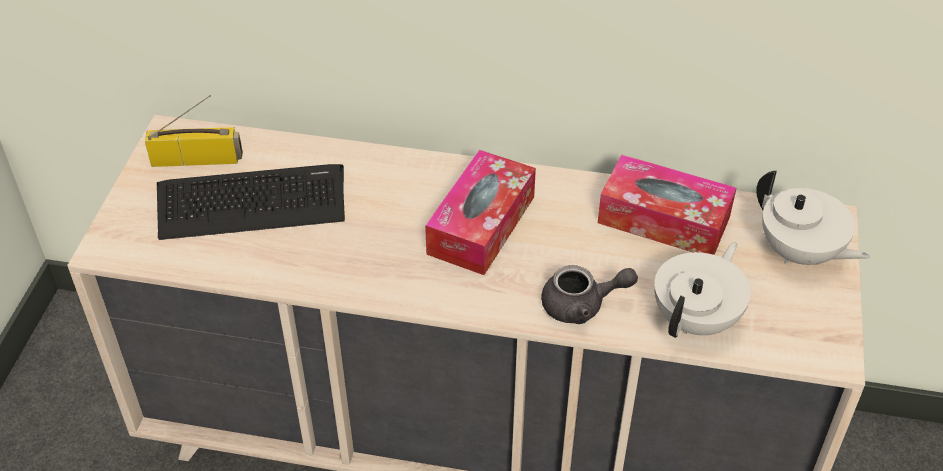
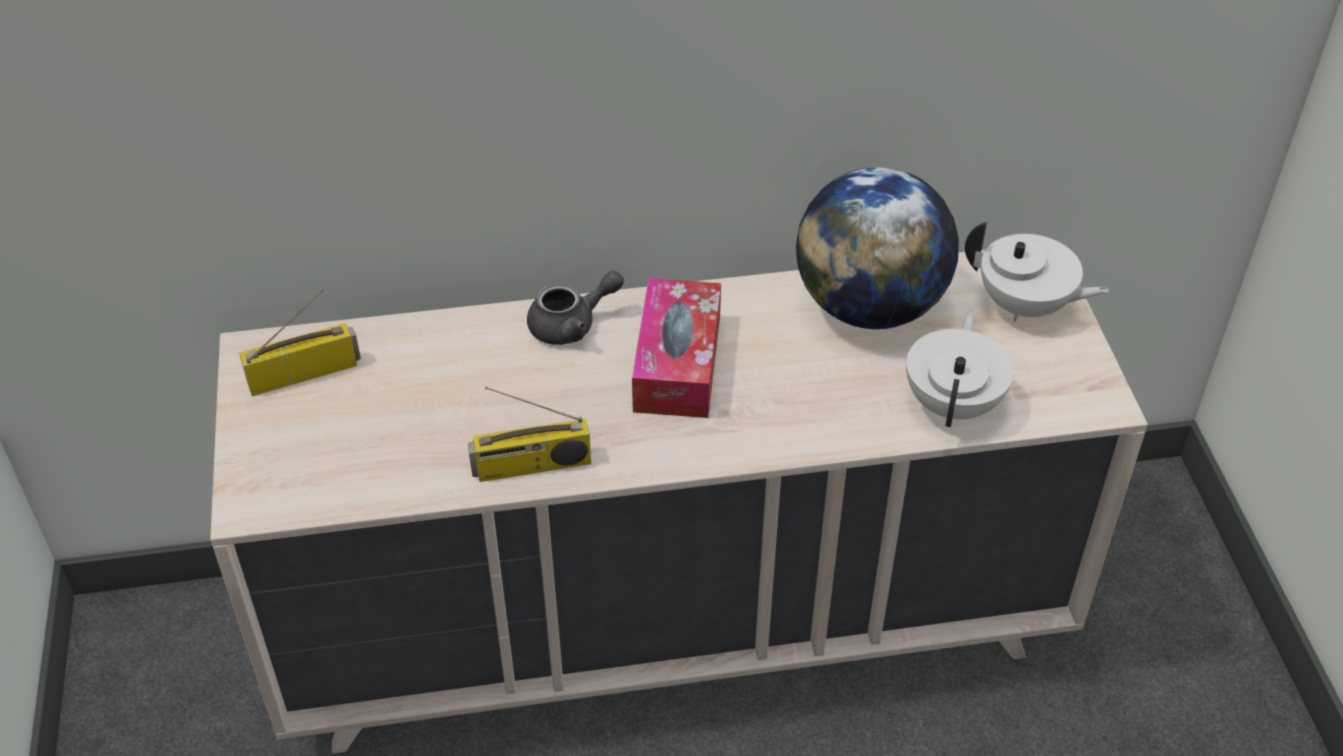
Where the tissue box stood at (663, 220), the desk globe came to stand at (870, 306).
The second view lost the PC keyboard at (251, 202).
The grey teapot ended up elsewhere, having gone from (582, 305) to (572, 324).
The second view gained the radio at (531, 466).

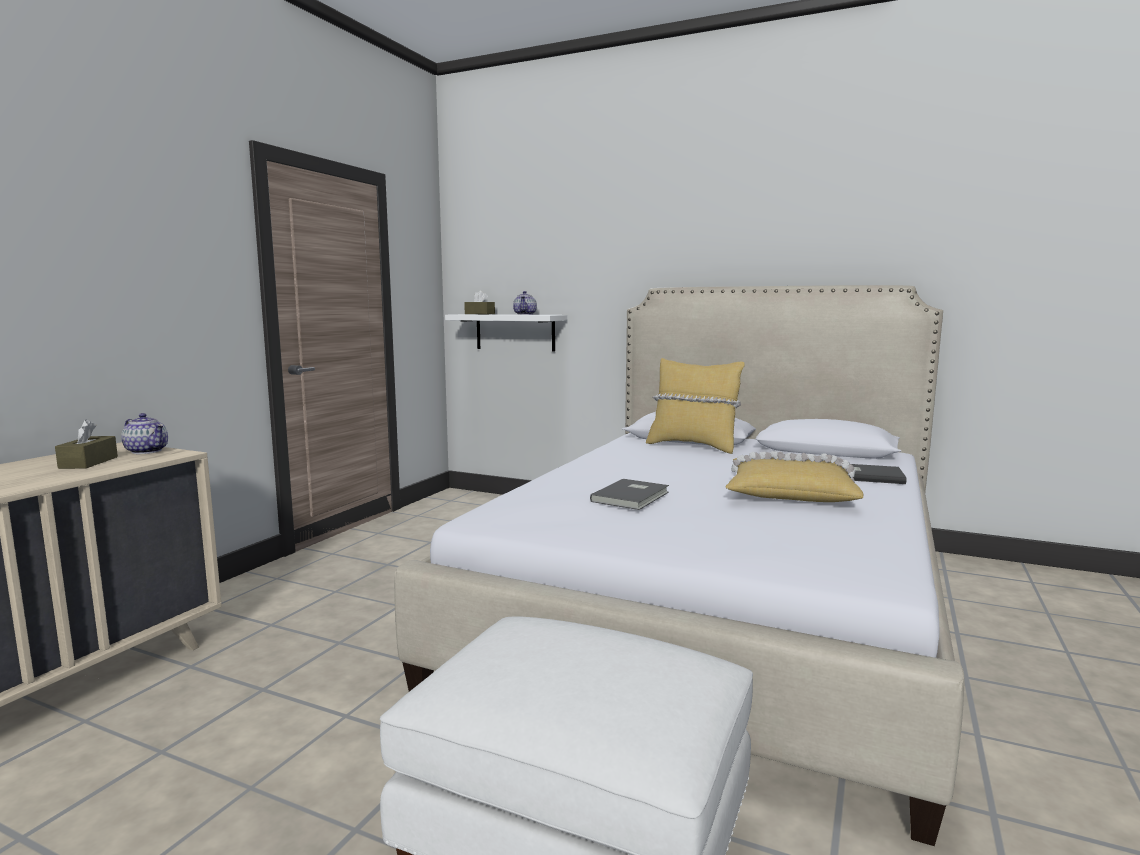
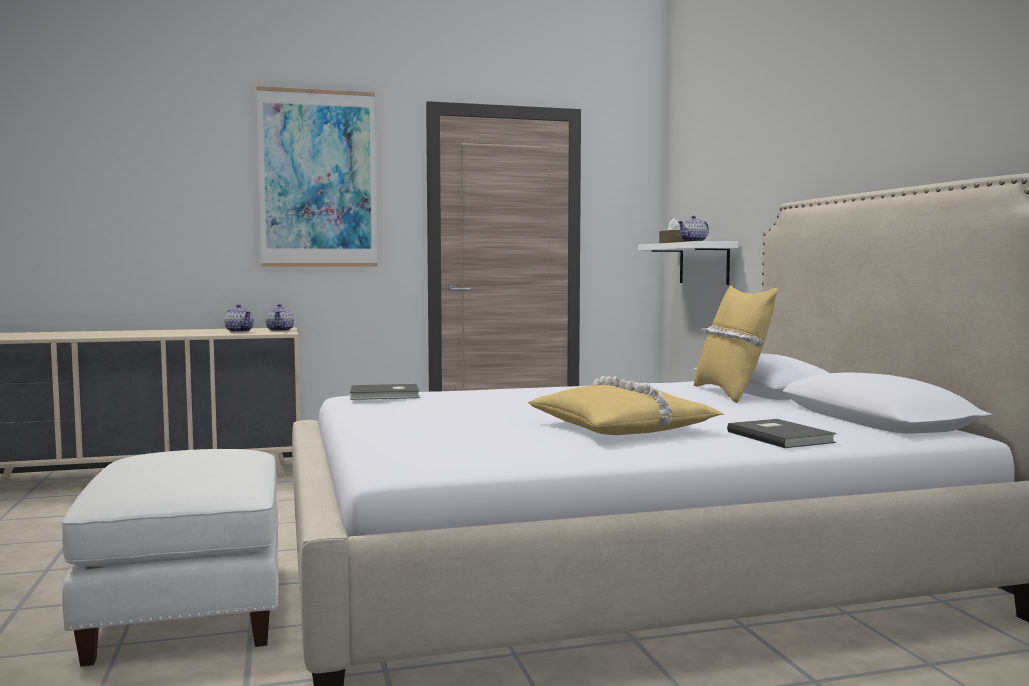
Where the brownish tissue box stood at (88, 462), the teapot came to stand at (239, 331).
The grey book ended up elsewhere, having gone from (632, 497) to (385, 395).
The second view gained the picture at (318, 179).

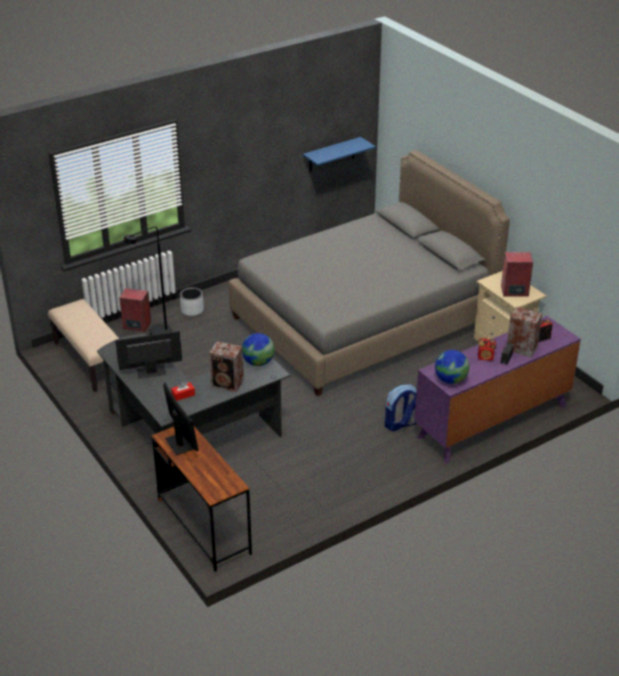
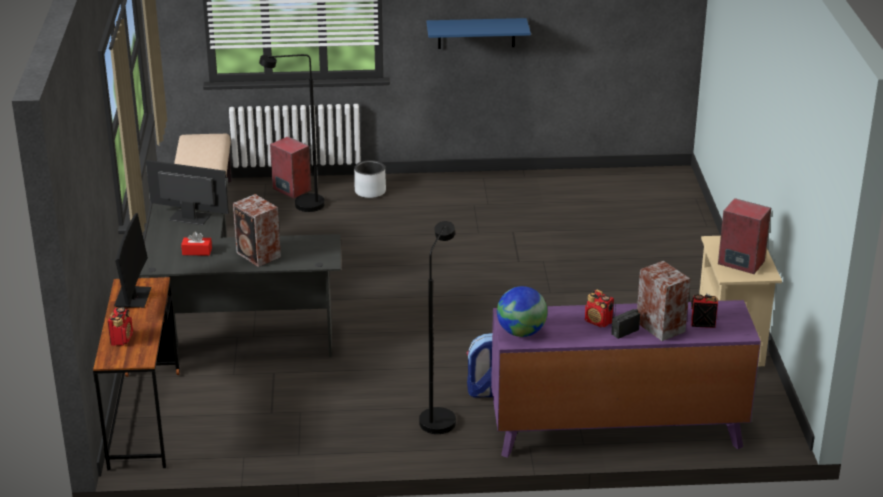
The blue-coloured bracket shelf ended up elsewhere, having gone from (332, 154) to (476, 33).
The second view lost the grey bedroom bed at (363, 320).
The second view lost the desk globe at (258, 362).
The second view gained the blackish standard lamp at (439, 416).
The second view gained the radio at (122, 339).

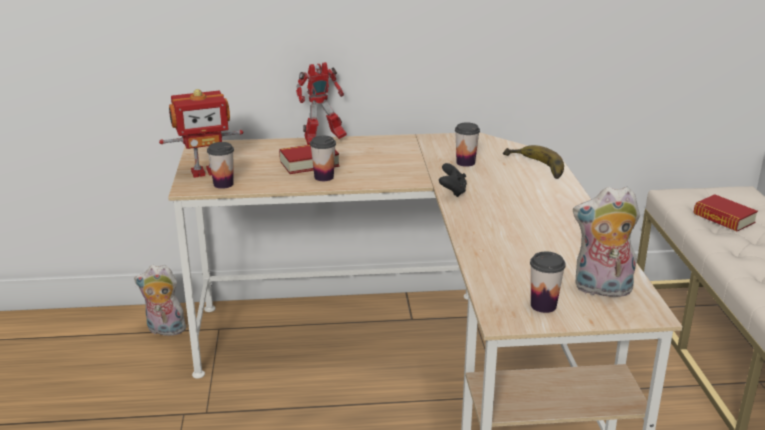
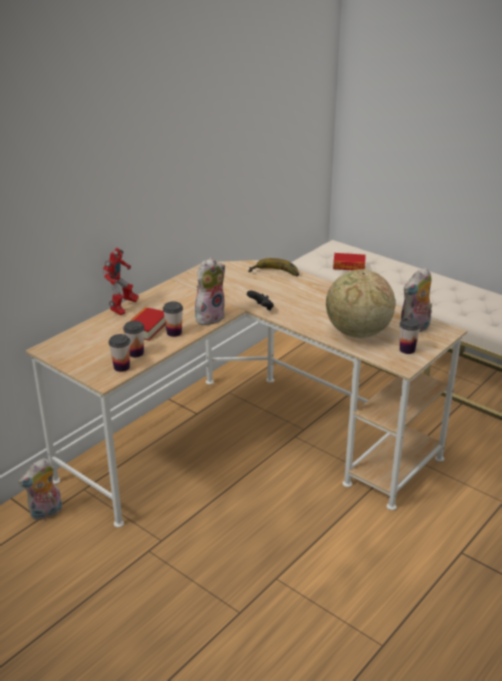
The second view lost the model robot at (205, 171).
The cup ended up elsewhere, having gone from (465, 162) to (136, 353).
The second view gained the plush toy at (209, 317).
The second view gained the desk globe at (357, 333).

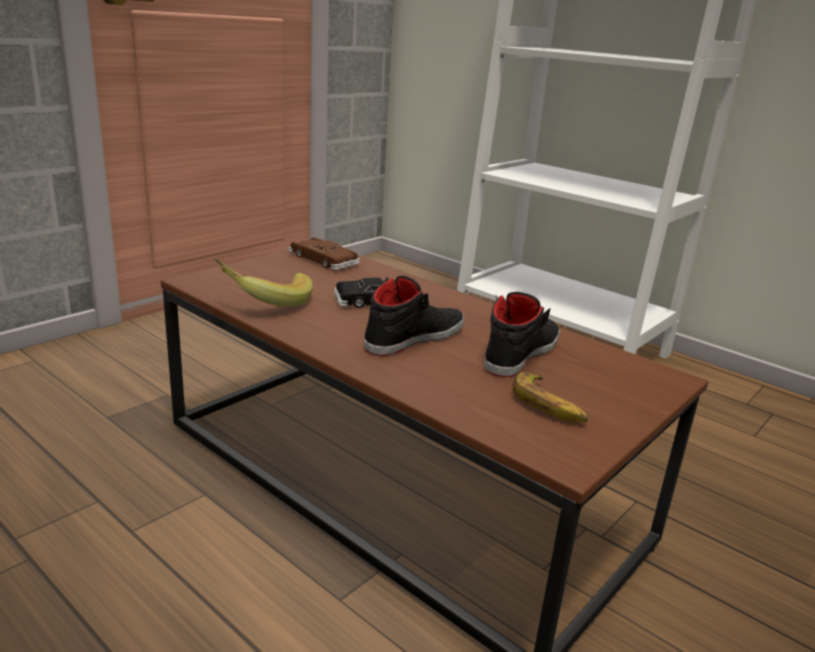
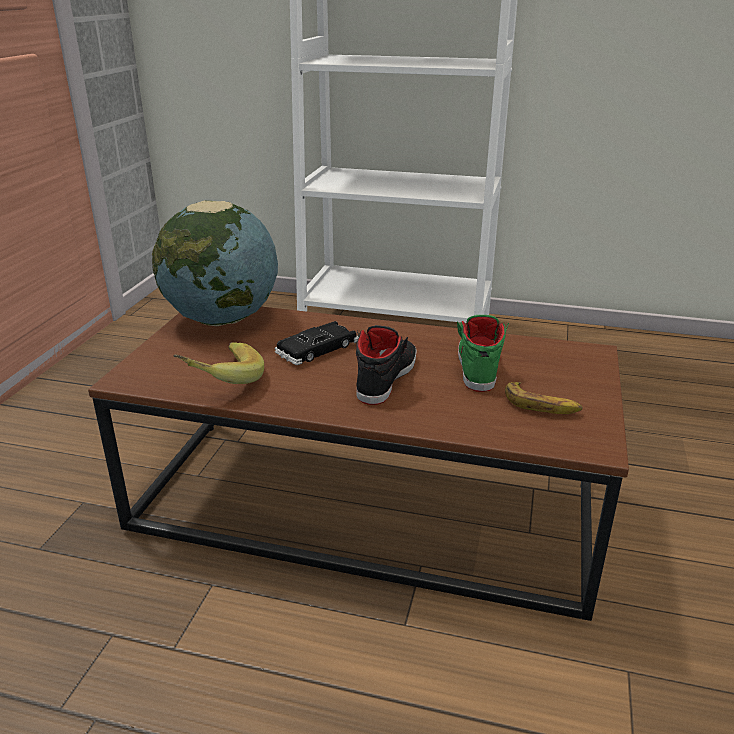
Where the brownish toy car stood at (323, 260), the desk globe came to stand at (222, 319).
What was the blackish item of footwear at (520, 353) turned into the green-coloured item of footwear at (477, 364).

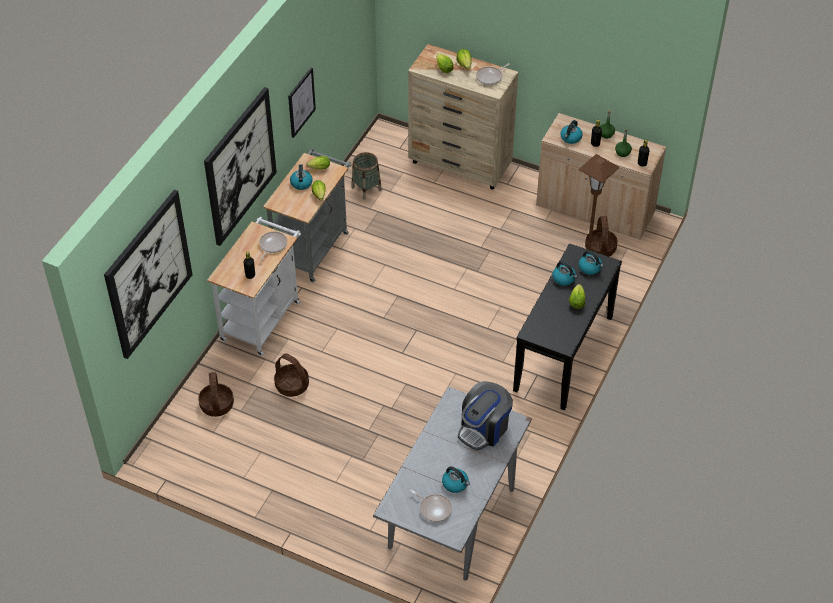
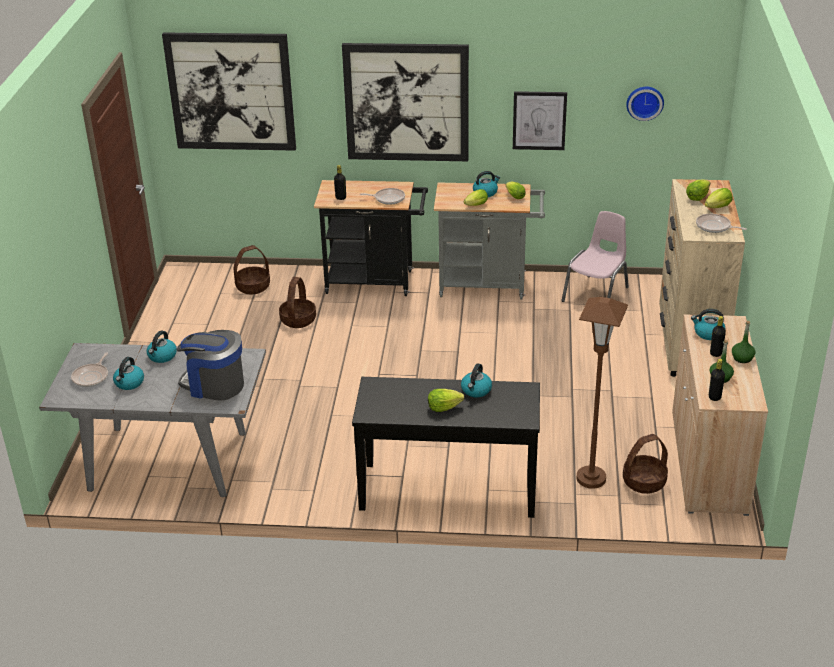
Where the household basket stood at (366, 188), the pink-coloured plain chair came to stand at (596, 294).
What was the white trolley at (263, 317) turned into the blackish trolley at (375, 282).
The kettle ended up elsewhere, having gone from (590, 268) to (162, 356).
The second view gained the clock on the wall at (644, 102).

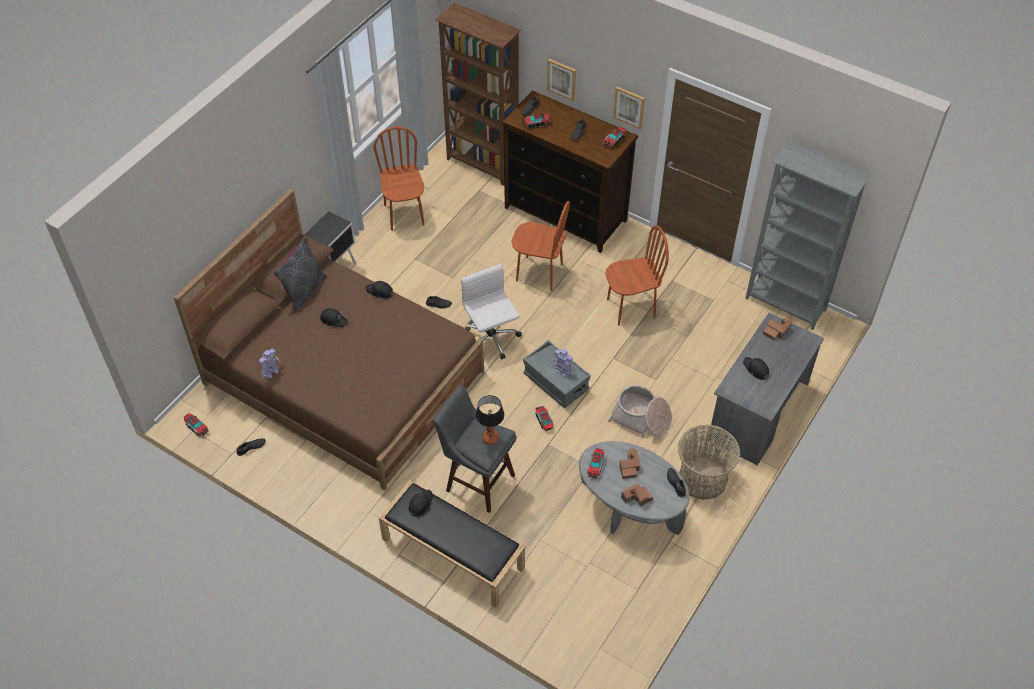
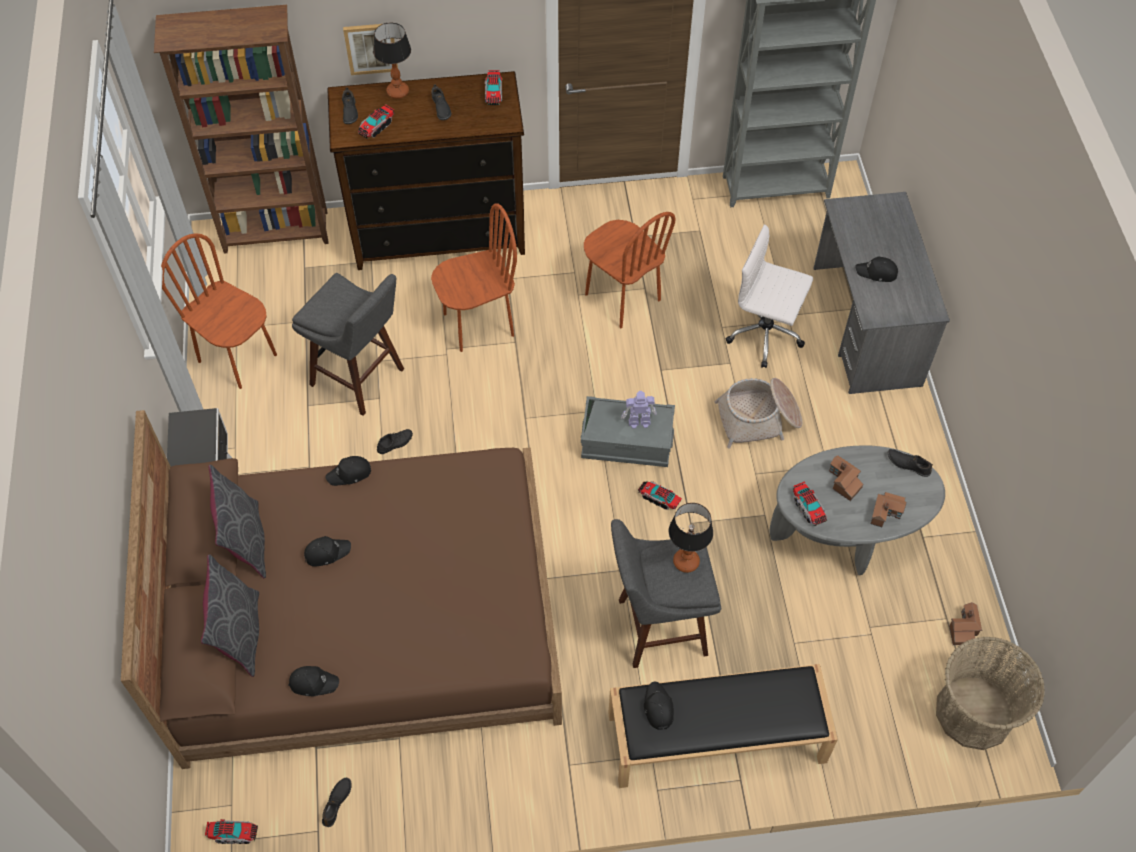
The second view lost the picture at (629, 107).
The brownish plain chair at (630, 308) ended up facing another way, 105 degrees clockwise from before.
The white office chair ended up elsewhere, having gone from (491, 340) to (766, 334).
The miniature house ended up elsewhere, having gone from (776, 331) to (963, 628).
Where the model robot stood at (271, 372), the blackish baseball cap came to stand at (313, 682).
The household basket ended up elsewhere, having gone from (702, 478) to (974, 712).
The second view gained the tabletop lamp at (398, 92).
The second view gained the grey sitting stool at (361, 379).
The second view gained the grey throw pillow at (240, 634).

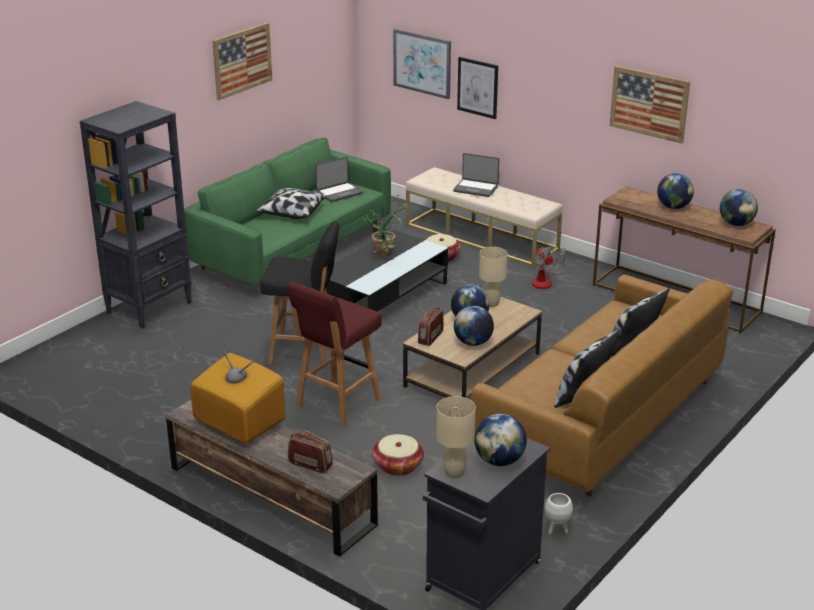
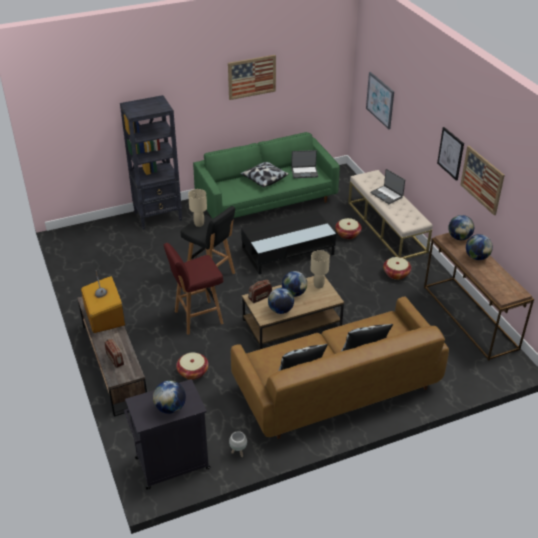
The picture ended up elsewhere, having gone from (478, 87) to (450, 153).
The desk globe ended up elsewhere, having gone from (736, 224) to (459, 237).
The second view lost the houseplant at (387, 254).
Where the cooling fan stood at (545, 281), the household basket came to stand at (396, 274).
The beige-coloured tabletop lamp ended up elsewhere, having gone from (454, 472) to (199, 224).

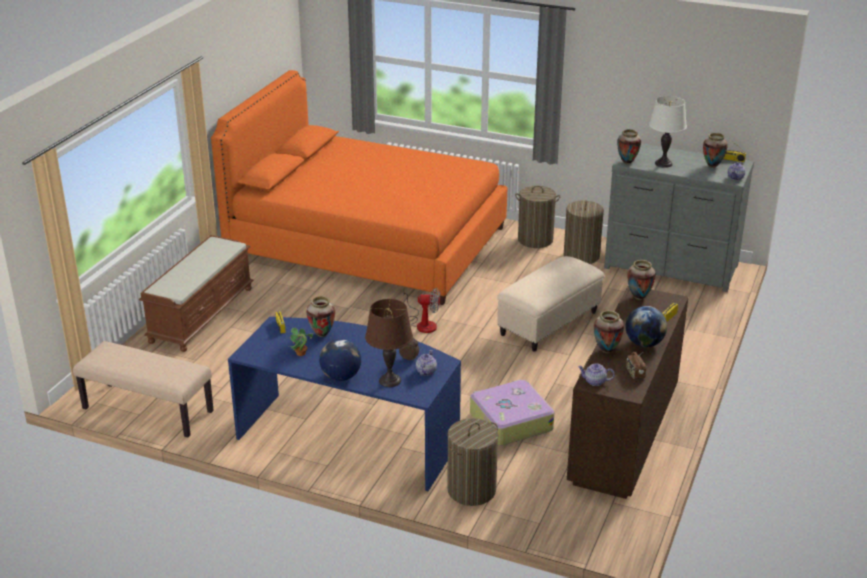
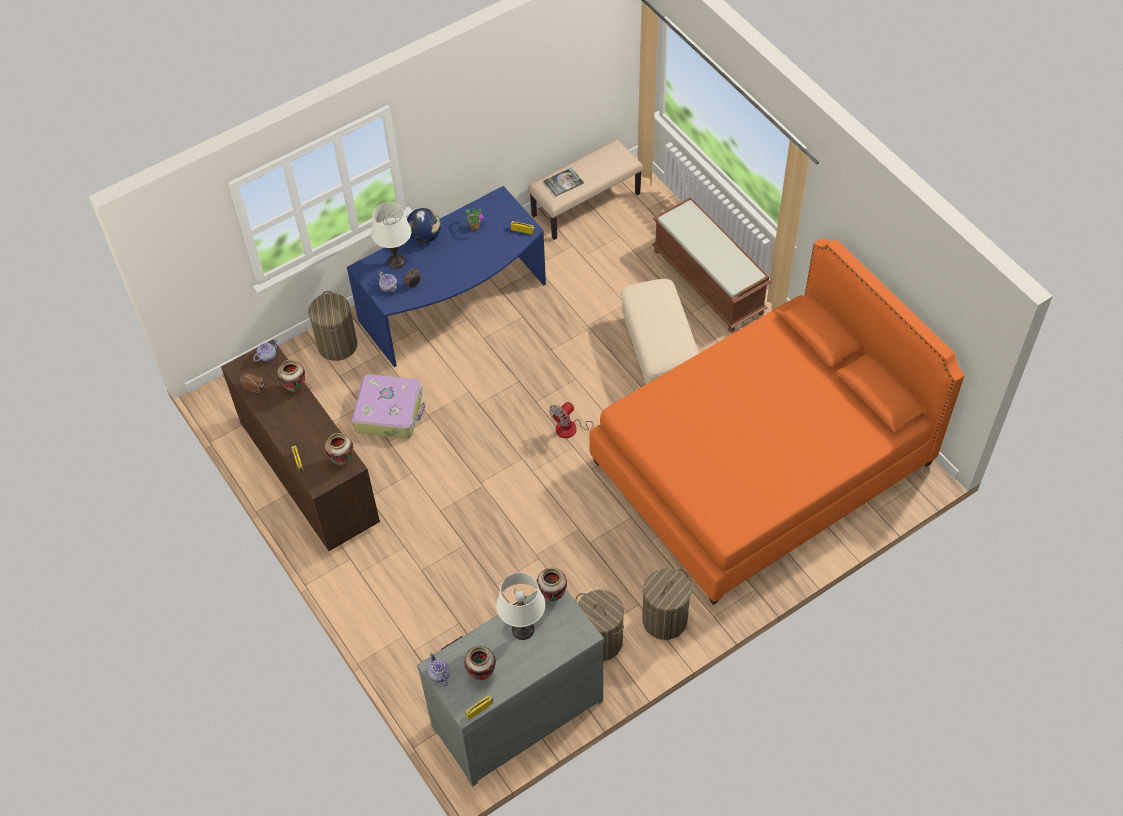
The beige-coloured pouffe ended up elsewhere, having gone from (549, 324) to (657, 353).
The second view lost the decorative vase at (322, 334).
What was the brownish tabletop lamp at (390, 380) turned into the white tabletop lamp at (396, 261).
The second view lost the desk globe at (644, 343).
The second view gained the book at (563, 182).

